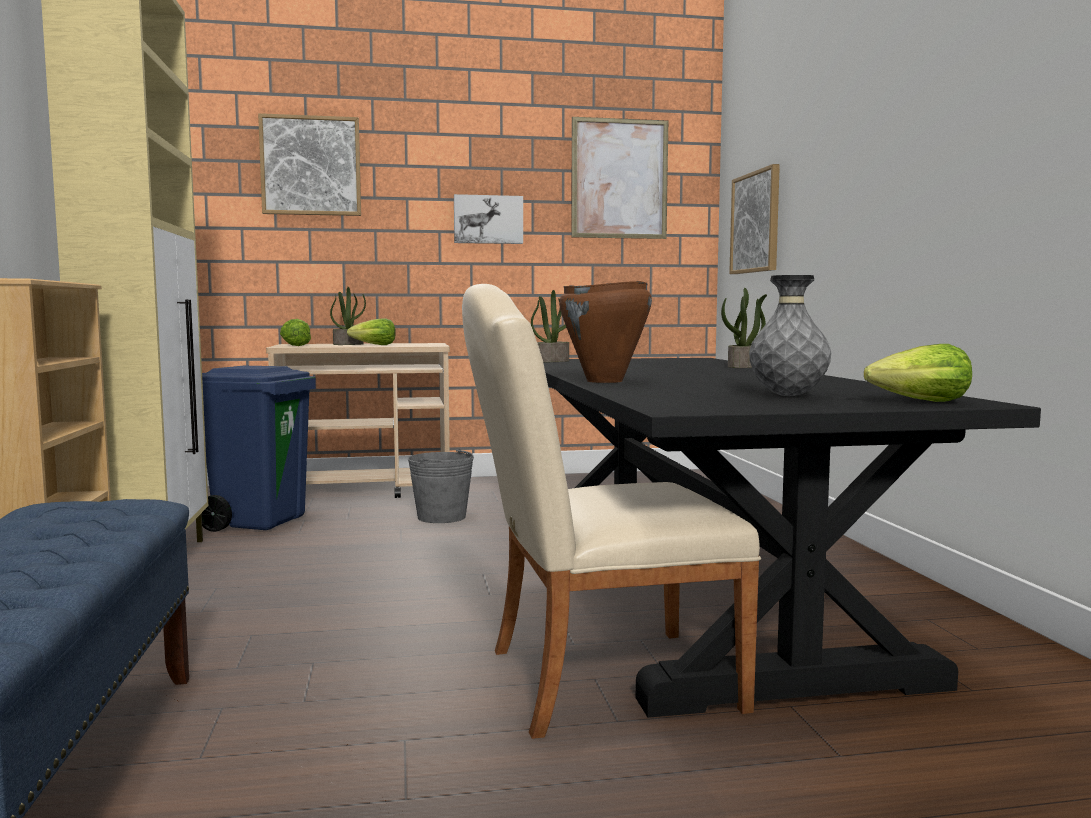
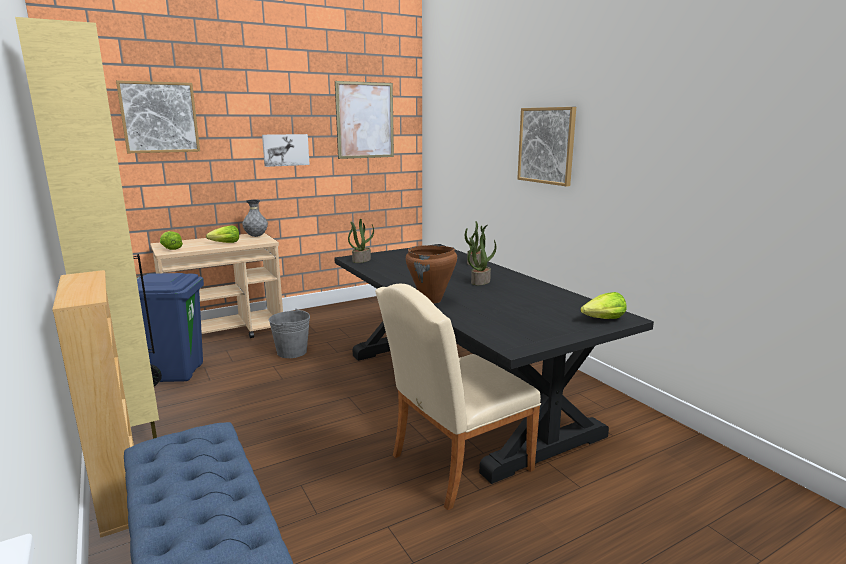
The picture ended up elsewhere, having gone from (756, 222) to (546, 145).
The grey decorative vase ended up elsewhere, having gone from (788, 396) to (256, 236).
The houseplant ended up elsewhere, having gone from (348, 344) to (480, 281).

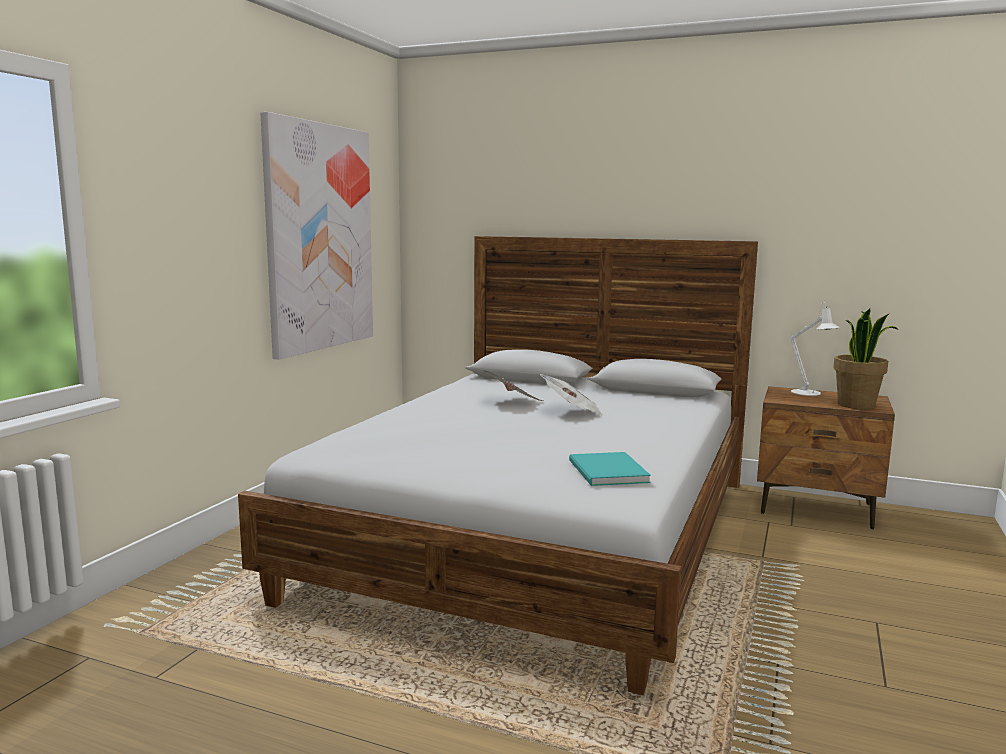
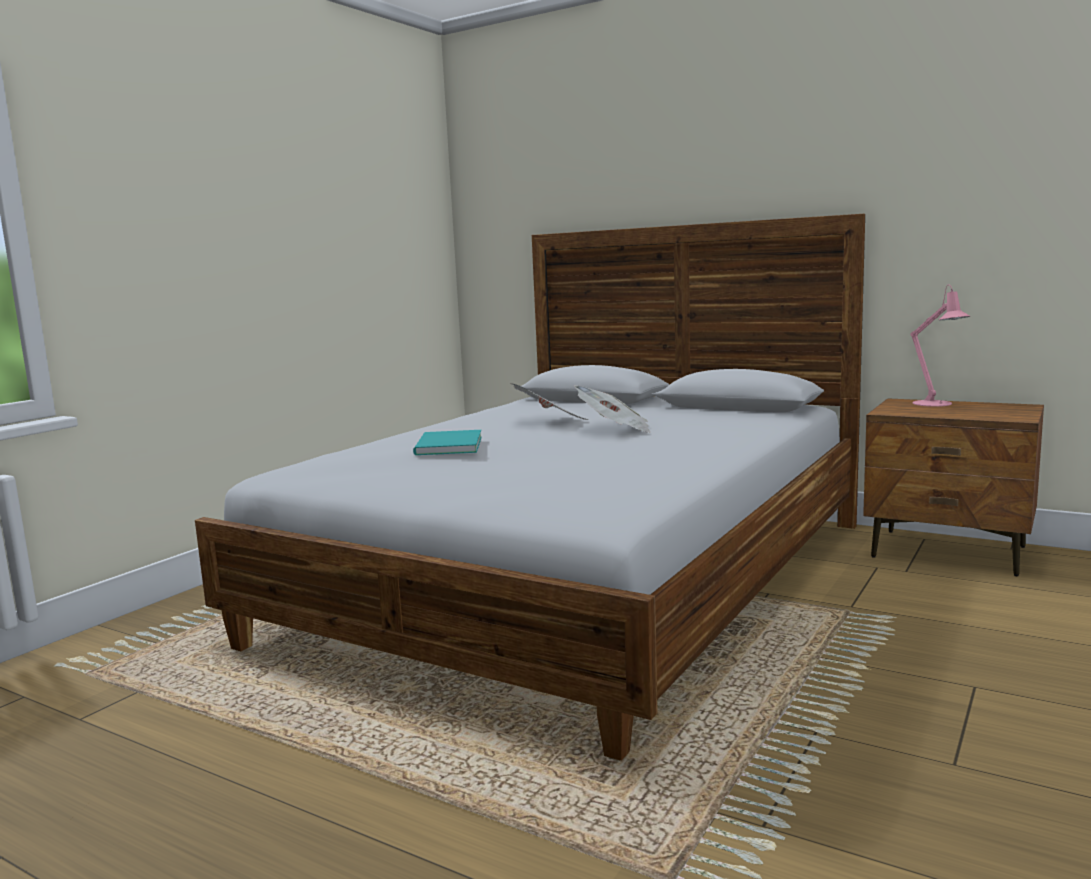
The second view lost the picture at (320, 238).
What was the white tabletop lamp at (809, 393) turned into the pink-coloured tabletop lamp at (936, 404).
The second view lost the houseplant at (857, 405).
The turquoise book ended up elsewhere, having gone from (606, 472) to (446, 446).

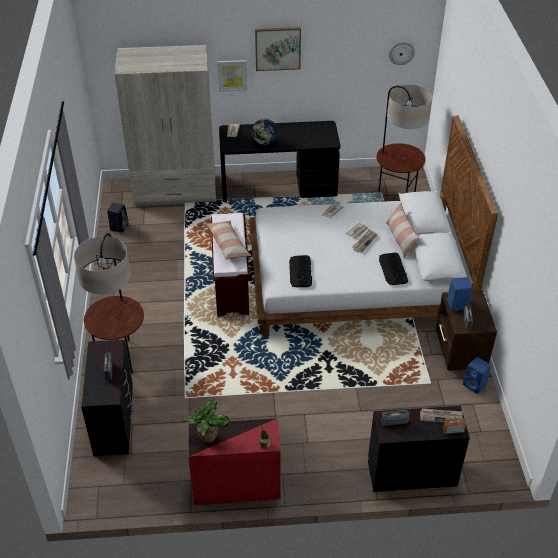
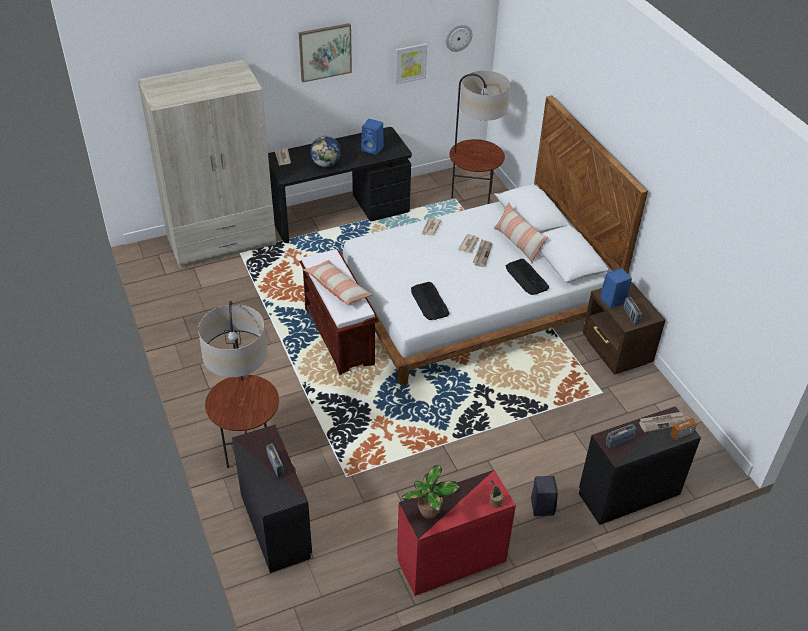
The picture ended up elsewhere, having gone from (232, 75) to (410, 63).
The blackish audio speaker ended up elsewhere, having gone from (119, 226) to (541, 506).
The blue-coloured audio speaker ended up elsewhere, having gone from (475, 385) to (373, 149).

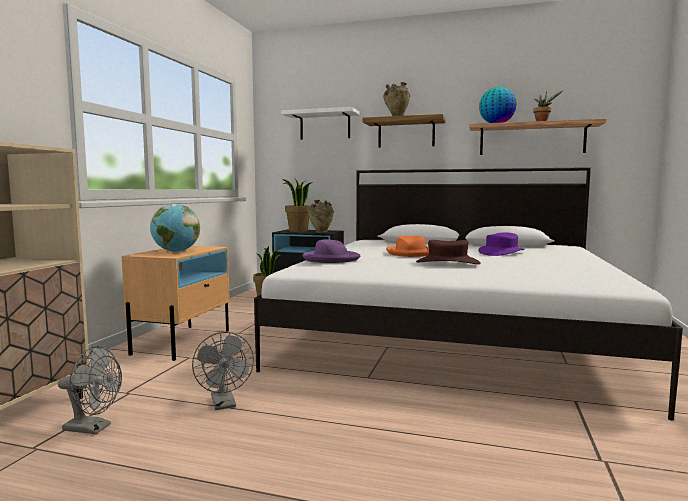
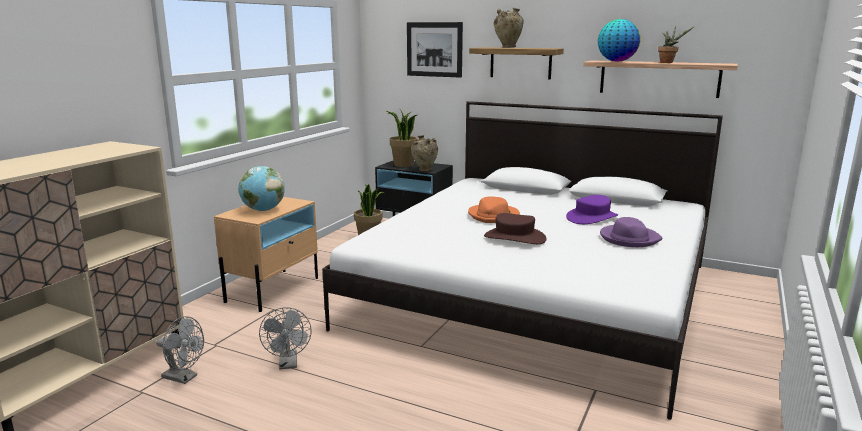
Where the white bracket shelf hung at (325, 126), the picture came to hang at (434, 49).
The purple clothing hat ended up elsewhere, having gone from (330, 259) to (629, 238).

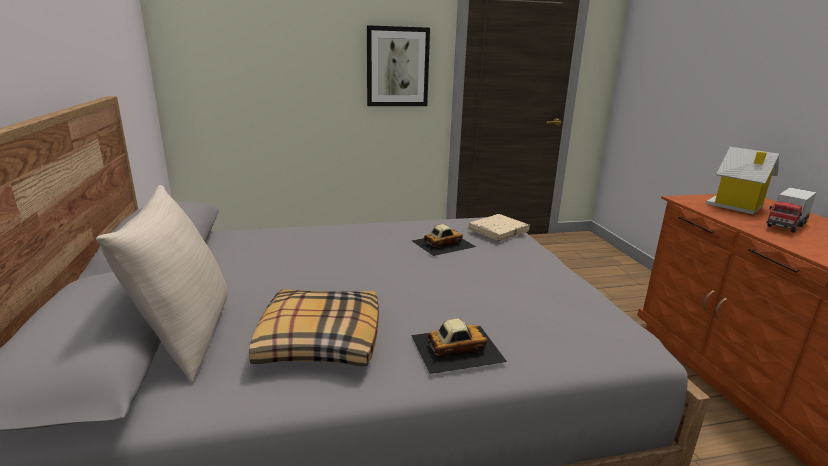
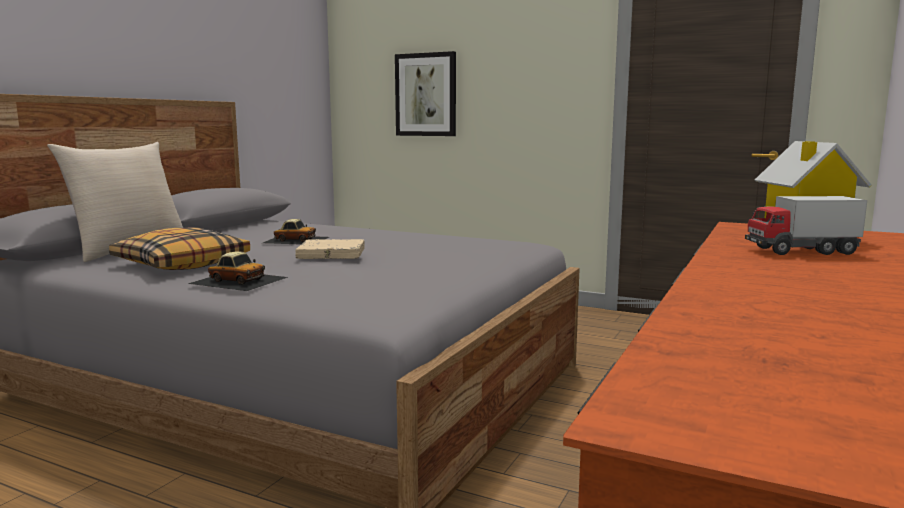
The picture ended up elsewhere, having gone from (397, 67) to (426, 95).
The beige-coloured book ended up elsewhere, having gone from (498, 231) to (331, 254).
The toy car ended up elsewhere, having gone from (442, 243) to (296, 239).

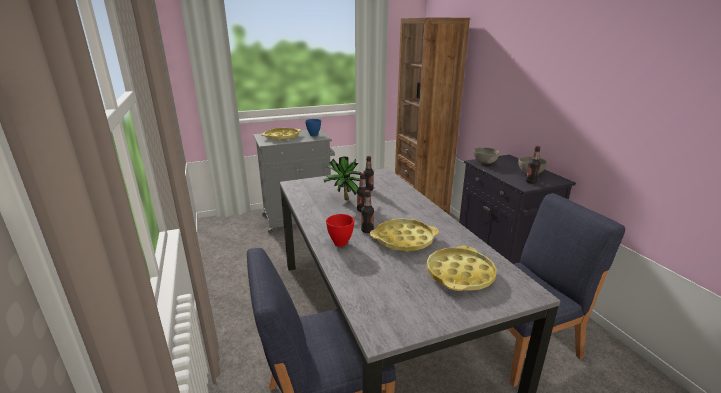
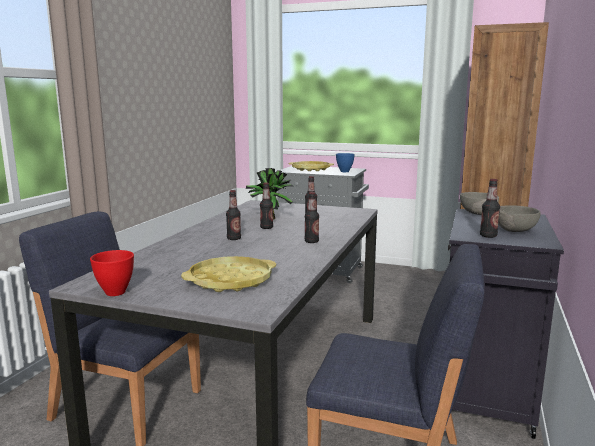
The reddish bowl ended up elsewhere, having gone from (341, 243) to (116, 292).
The second view lost the yellow tray at (404, 239).
The second view gained the beverage bottle at (311, 241).

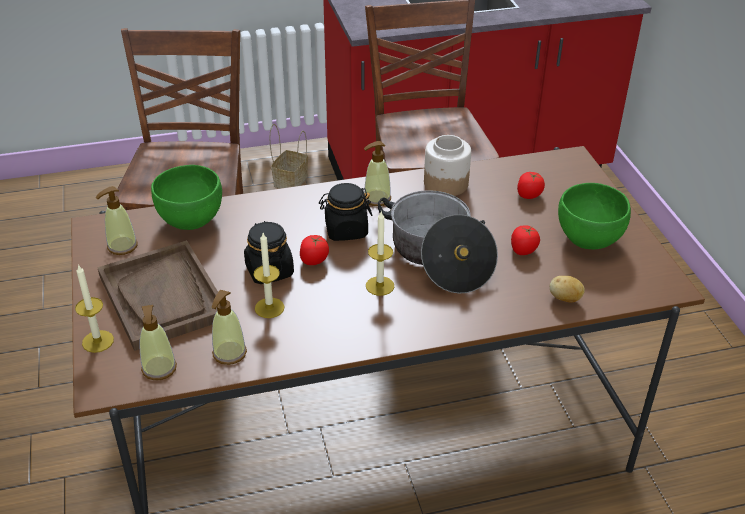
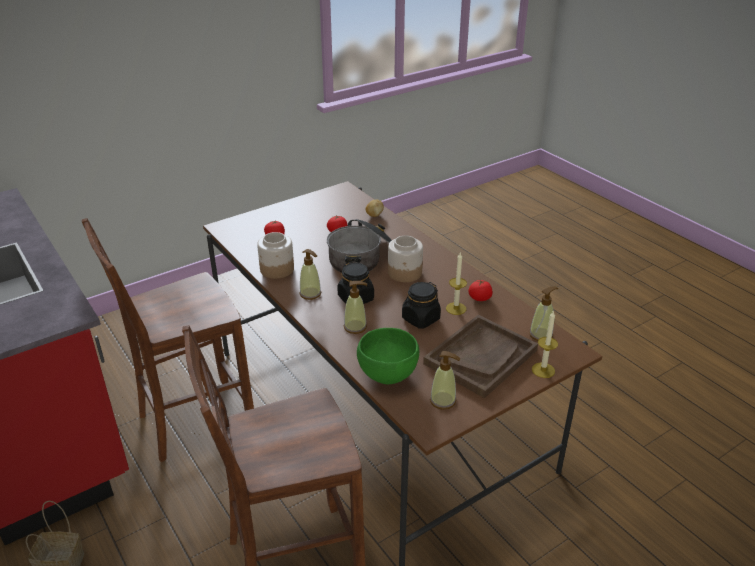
The second view lost the green-coloured bowl at (588, 240).
Where the candle stood at (380, 286), the preserve jar came to stand at (405, 273).
The fresh tomato ended up elsewhere, having gone from (314, 260) to (480, 298).
The soap dispenser ended up elsewhere, having gone from (229, 353) to (355, 327).

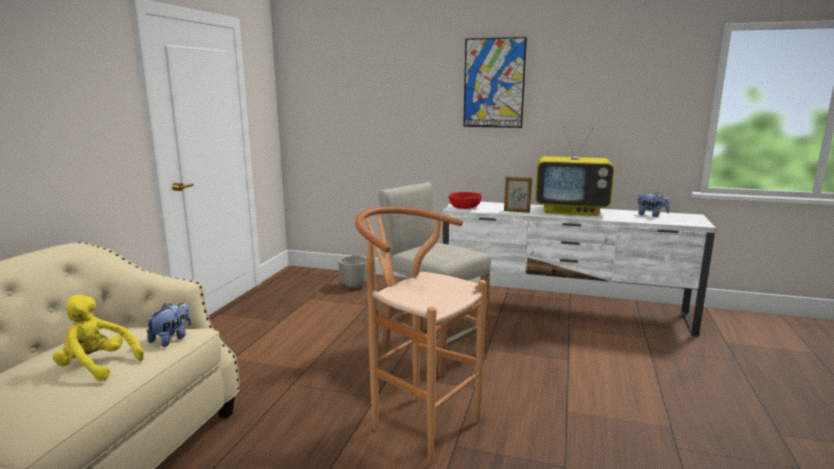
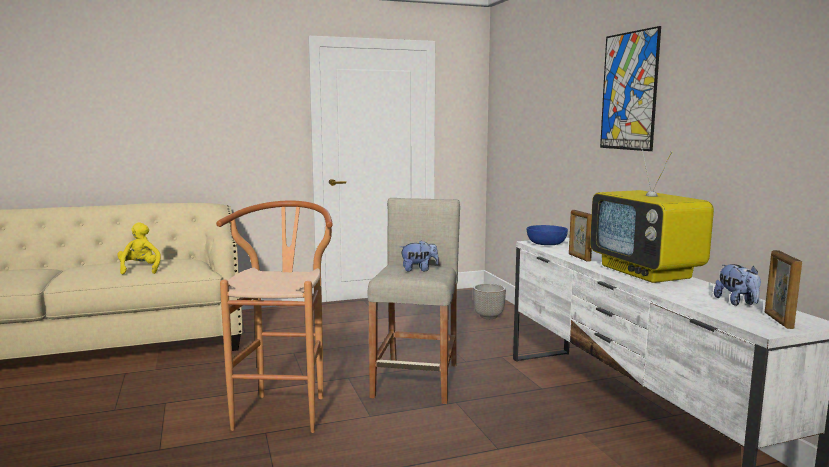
What was the reddish bowl at (464, 207) turned into the blue-coloured bowl at (546, 243).
The plush toy ended up elsewhere, having gone from (171, 339) to (419, 270).
The second view gained the standing frame at (778, 320).

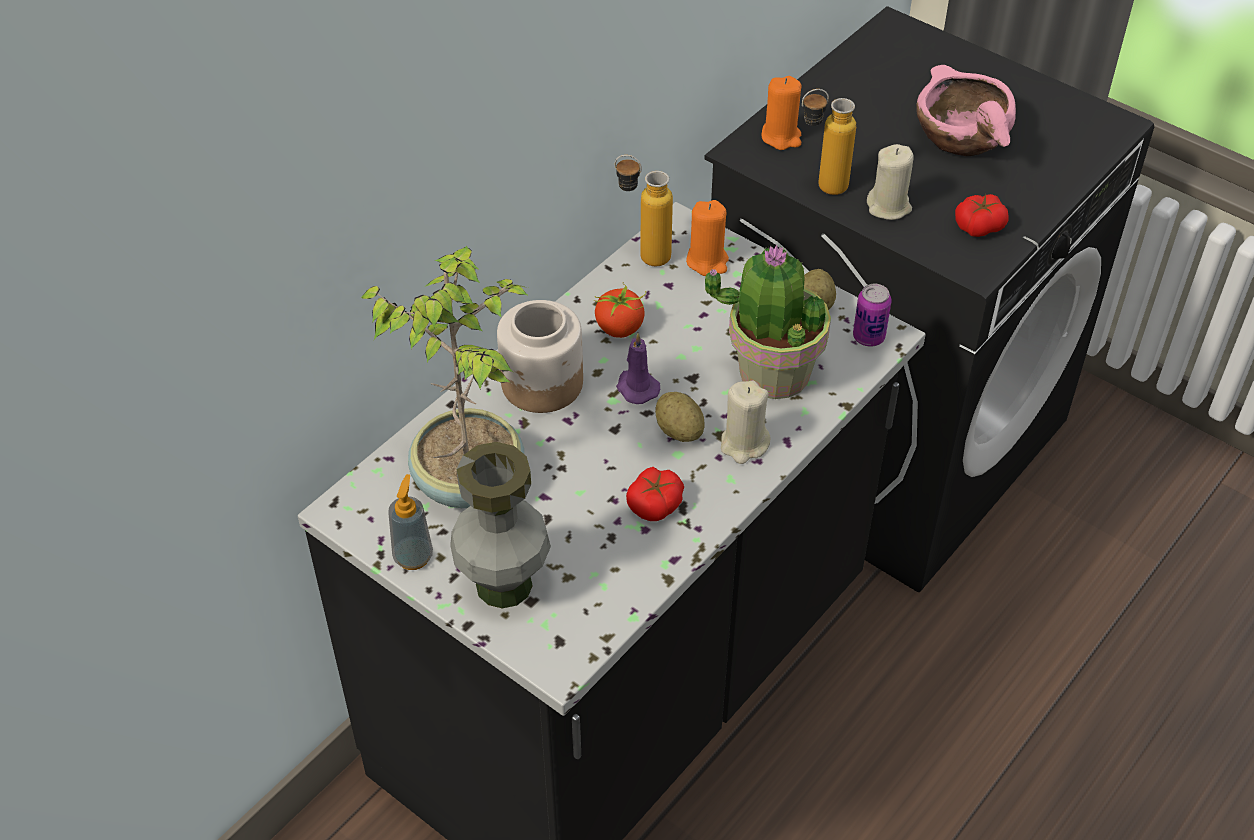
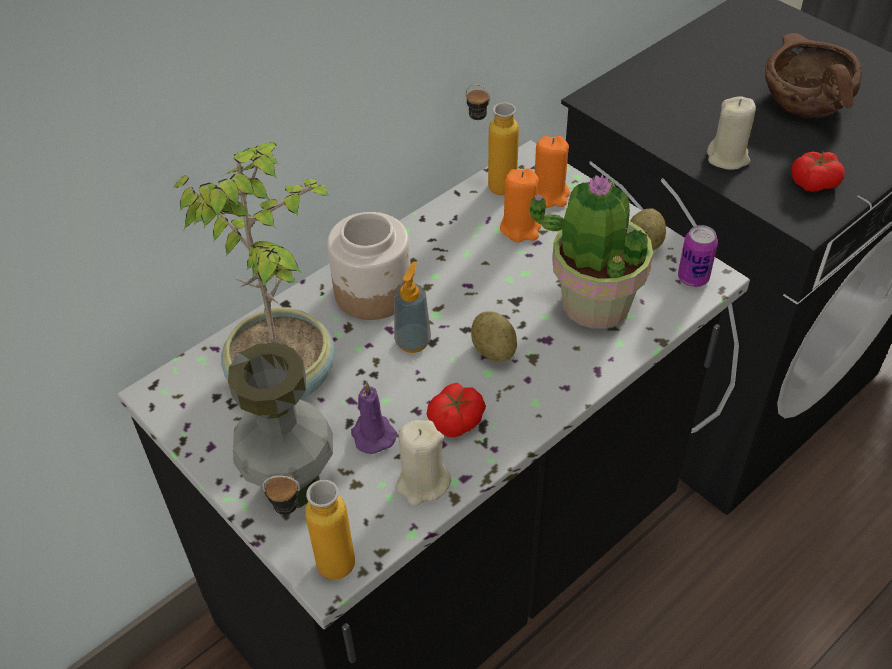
What was the pink-coloured bowl at (961, 136) turned into the brownish bowl at (805, 100).
The orange-coloured candle ended up elsewhere, having gone from (781, 137) to (520, 228).
The beverage bottle ended up elsewhere, having gone from (820, 188) to (319, 564).
The second view lost the fresh tomato at (620, 328).
The purple candle ended up elsewhere, having gone from (636, 387) to (372, 433).
The beige-coloured candle ended up elsewhere, having gone from (744, 444) to (423, 483).
The soap dispenser ended up elsewhere, having gone from (413, 557) to (413, 341).

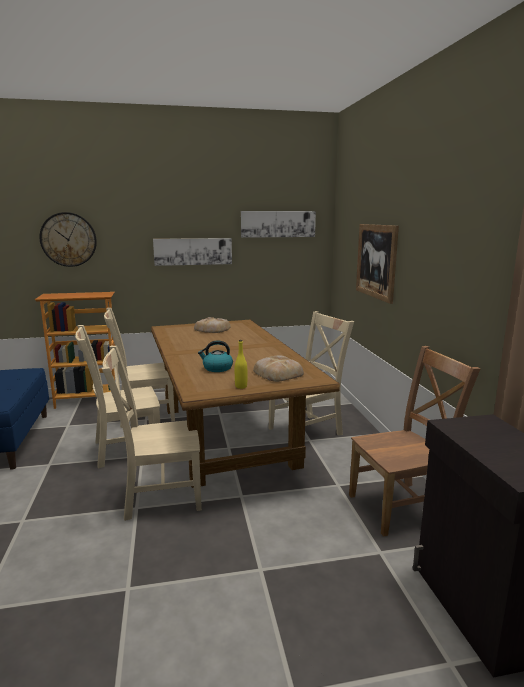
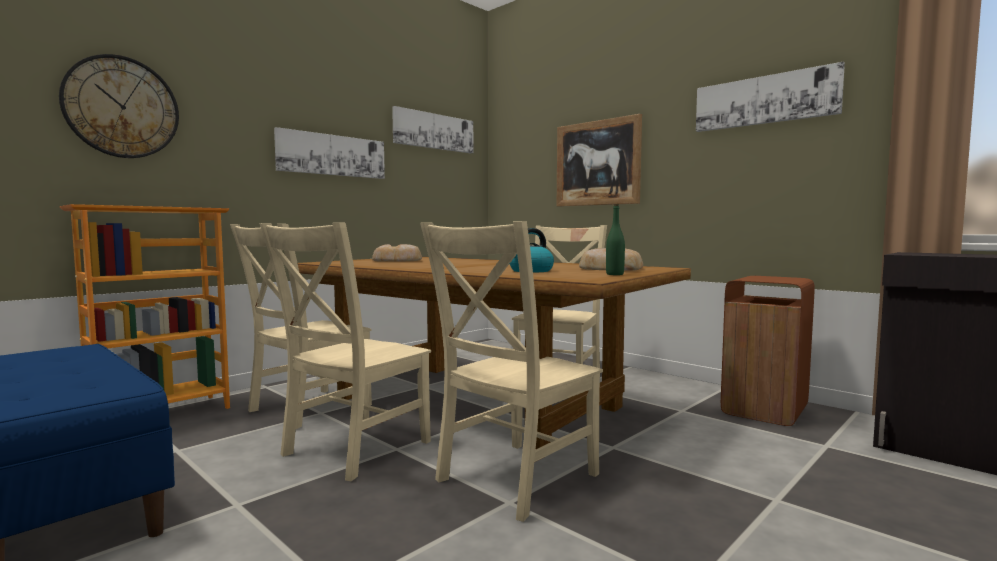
What was the yellow beverage bottle at (241, 386) turned into the green-coloured beverage bottle at (614, 274).
Where the brownish plain chair stood at (402, 507), the brownish trash can came to stand at (765, 410).
The second view gained the picture at (764, 100).

